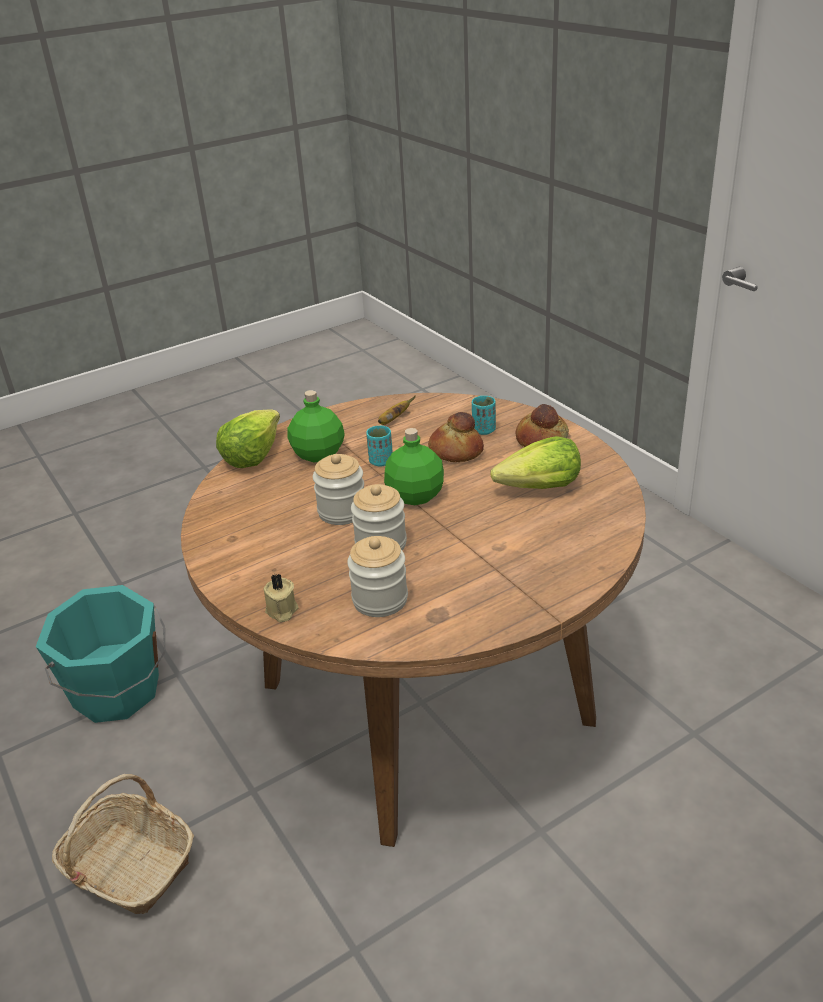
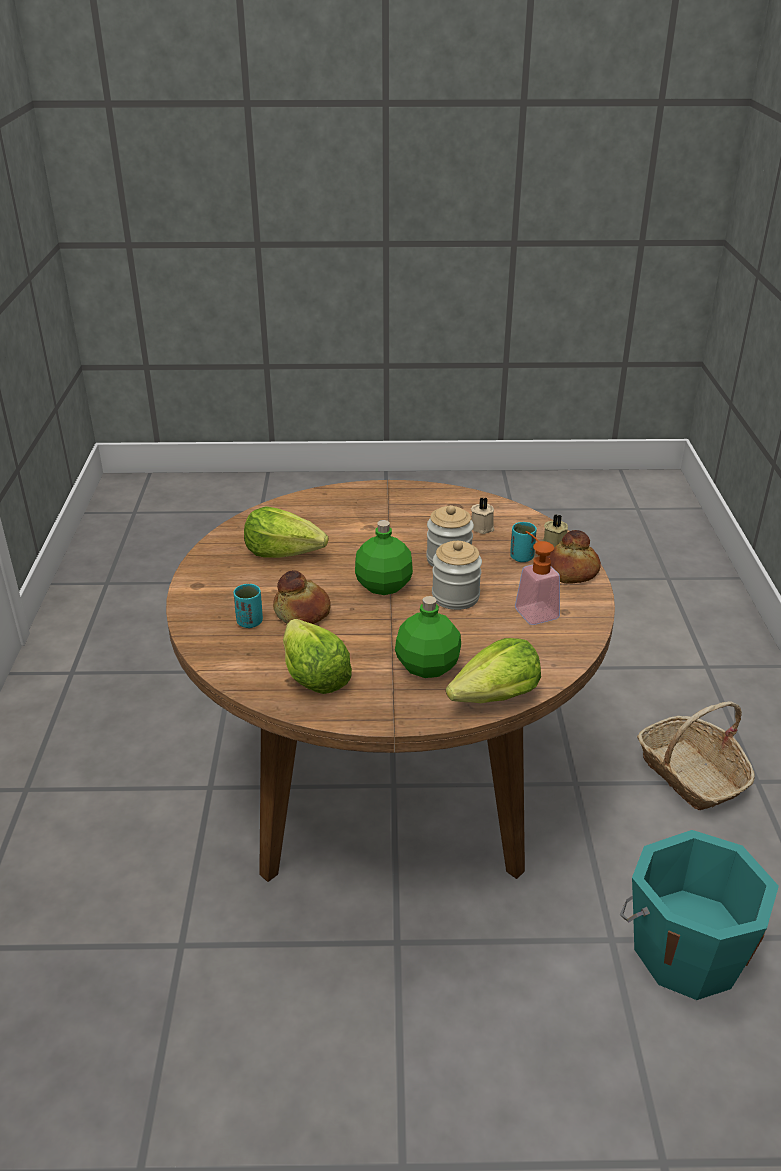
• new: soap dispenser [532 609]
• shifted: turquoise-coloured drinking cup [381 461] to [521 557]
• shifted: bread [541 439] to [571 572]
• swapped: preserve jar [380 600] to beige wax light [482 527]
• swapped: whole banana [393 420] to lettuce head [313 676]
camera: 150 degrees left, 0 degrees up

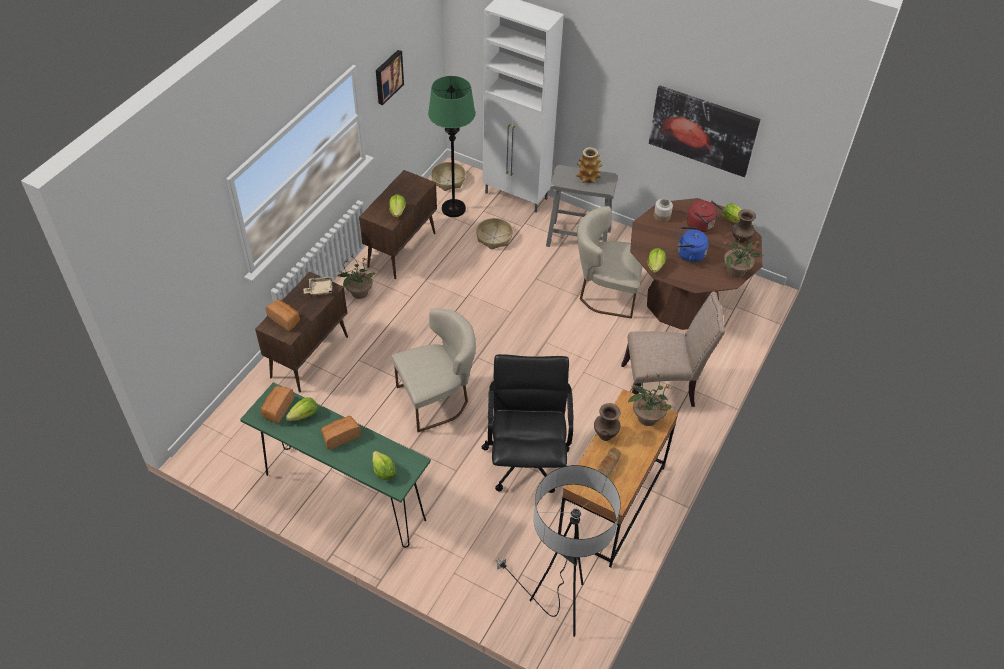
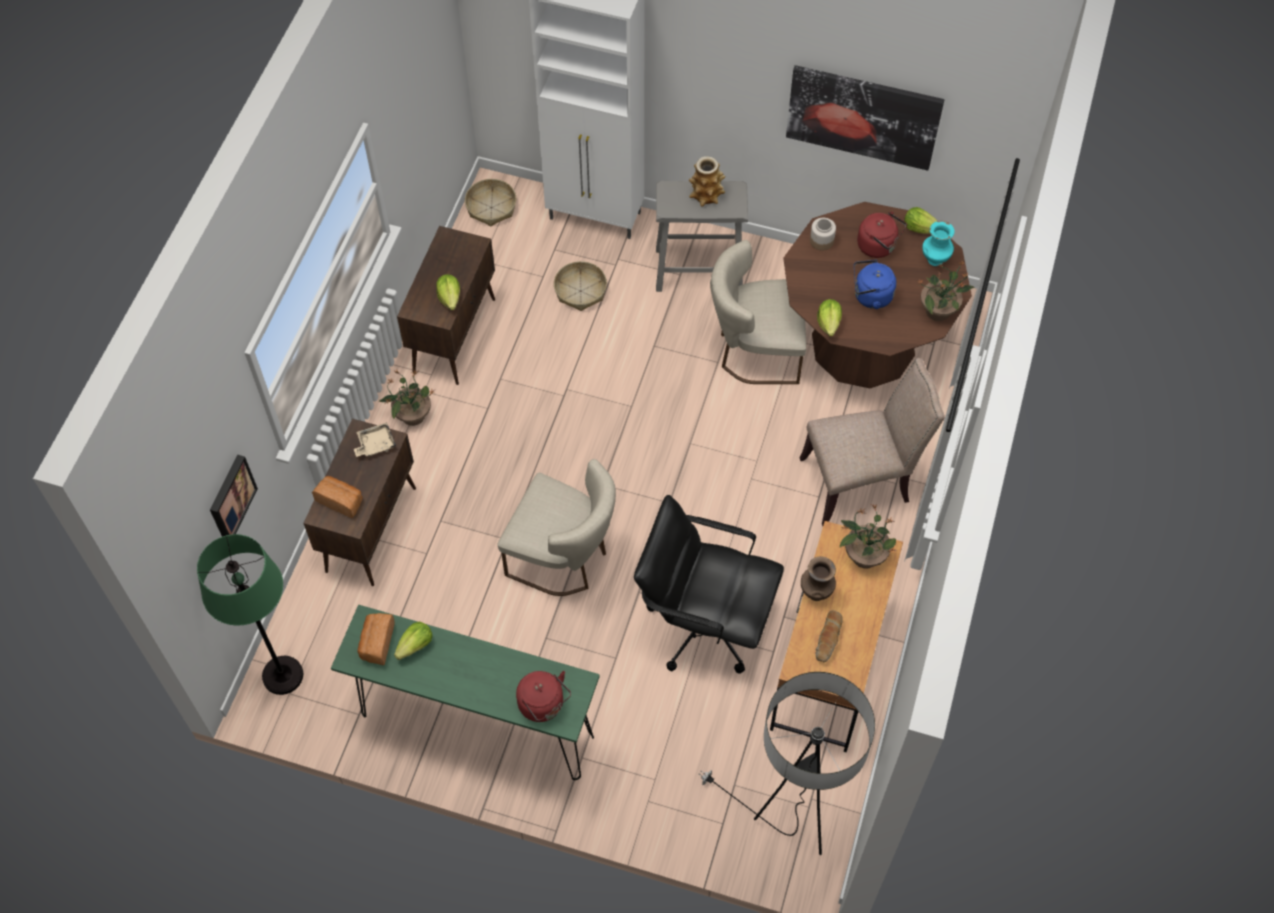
• gone: bread [340 436]
• shifted: picture [388 76] to [230 497]
• shifted: green-coloured standing lamp [453 209] to [282 675]
• swapped: lettuce head [384 472] to red kettle [543 705]
• repainted: brown-coloured decorative vase [740 240] to turquoise-coloured decorative vase [934 260]
• rotated: beige upright chair [437 399] = [564 558] 60 degrees clockwise
• rotated: black office chair [526 459] = [704 623] 60 degrees counterclockwise
camera: 10 degrees left, 10 degrees up

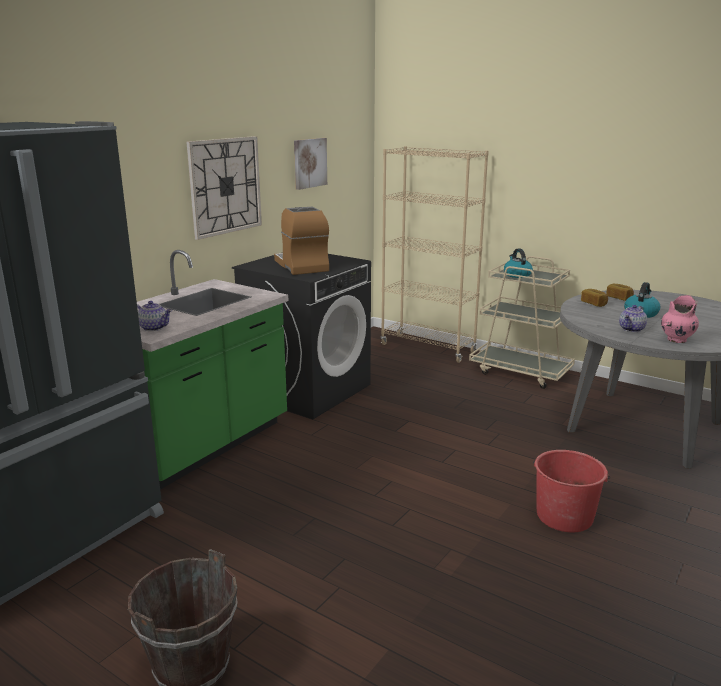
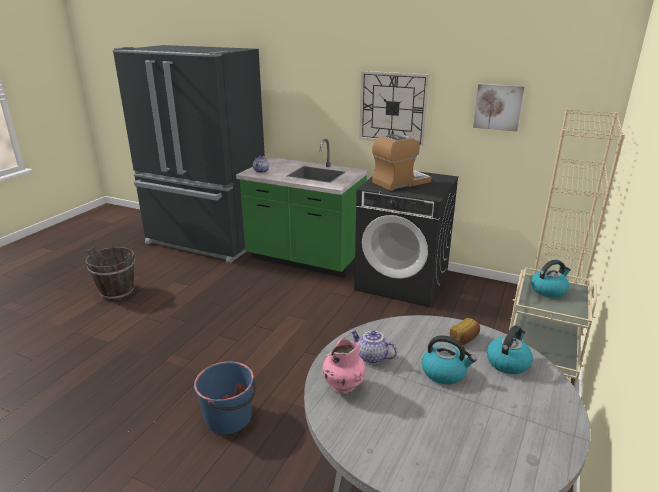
• swapped: bread [619 298] to kettle [507 362]
• repainted: red pail [564 516] to bluish pail [229 417]
camera: 80 degrees right, 5 degrees up

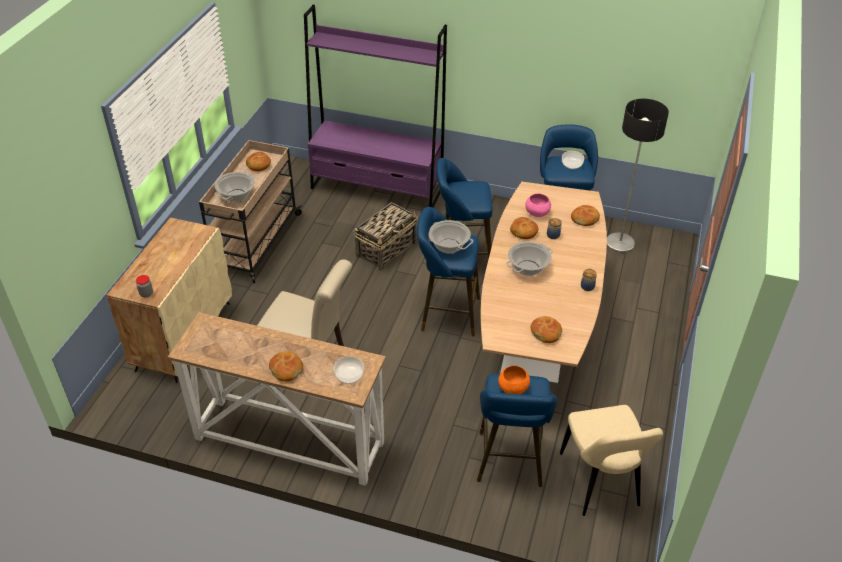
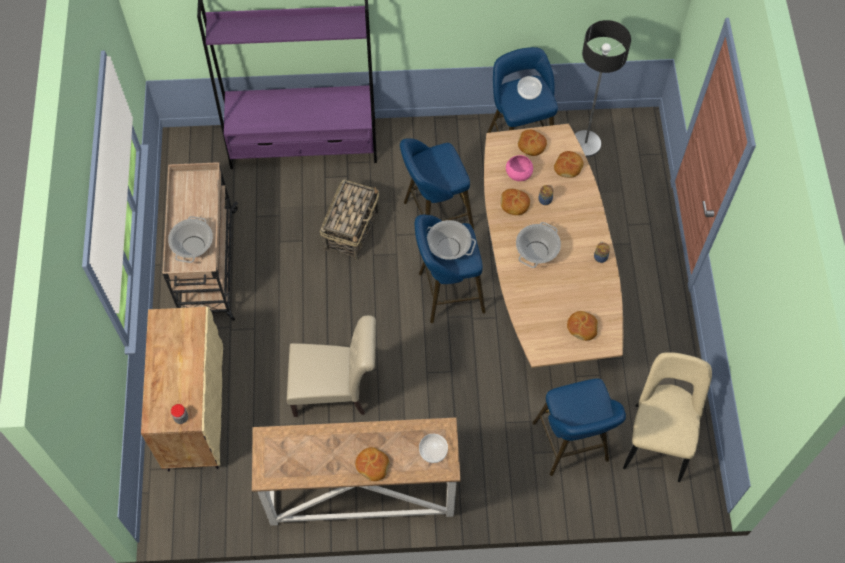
• gone: orange deep dish [512 388]
• shifted: bread [258 165] to [531 145]
• rotated: beige upright chair [600 483] = [657 438] 135 degrees counterclockwise
camera: 20 degrees left, 20 degrees up

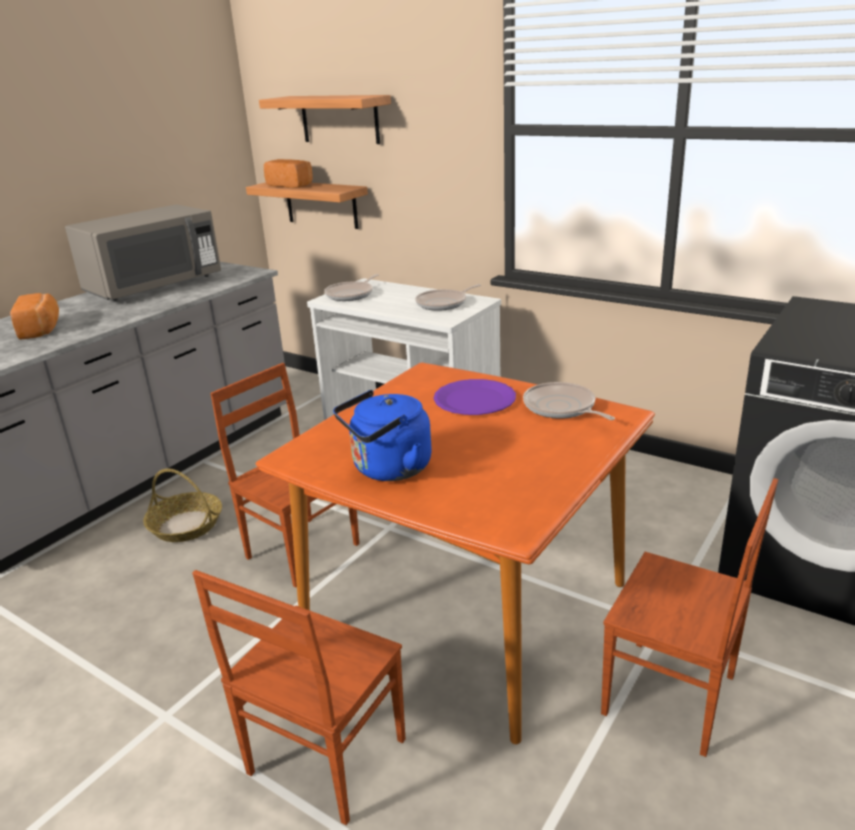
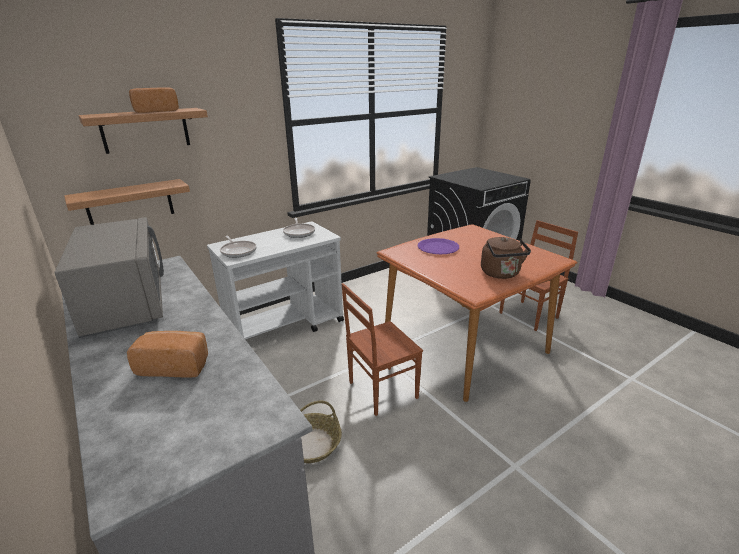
• gone: brown-coloured upright chair [323 757]
• gone: skillet [561 408]
• shifted: bread [291 185] to [155 111]
• repainted: bluish kettle [388 469] to brown-coloured kettle [501 274]
camera: 70 degrees left, 0 degrees up

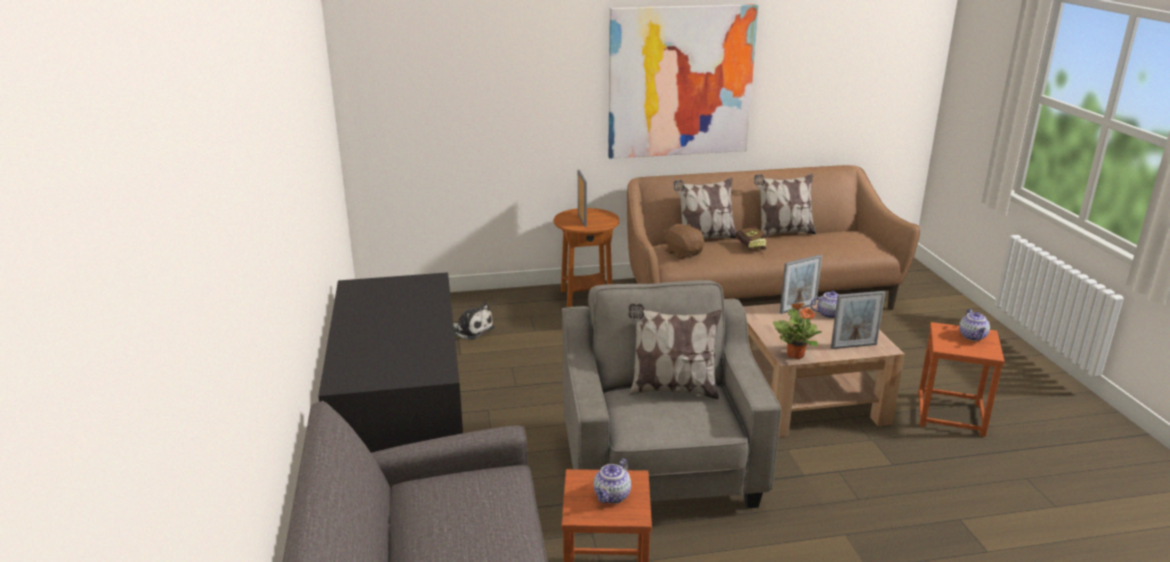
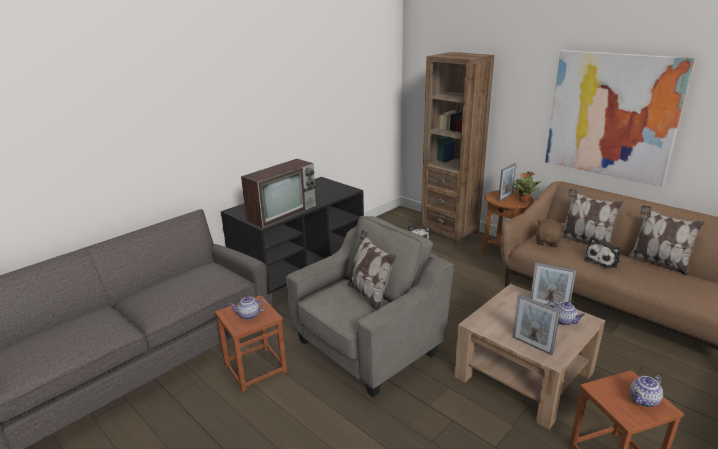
• new: TV set [283 212]
• new: brown-coloured bookcase [449 231]
• shifted: potted plant [795 354] to [524 200]
• swapped: bound book [752 249] to cuddly toy [603 260]
camera: 55 degrees right, 0 degrees up

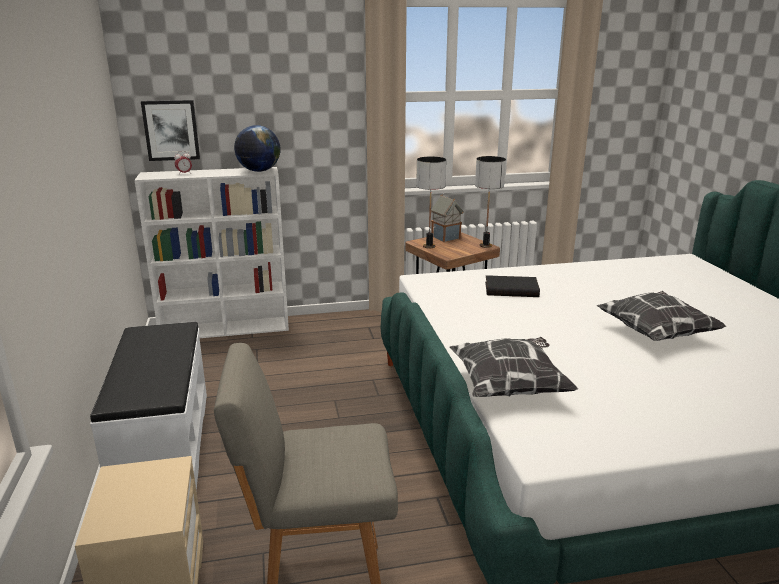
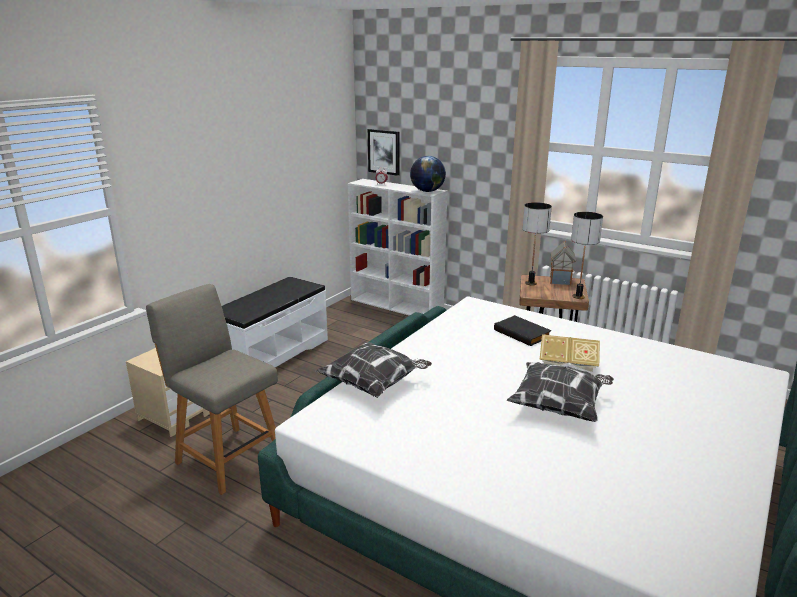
• new: bound book [568 364]
camera: 45 degrees right, 0 degrees up

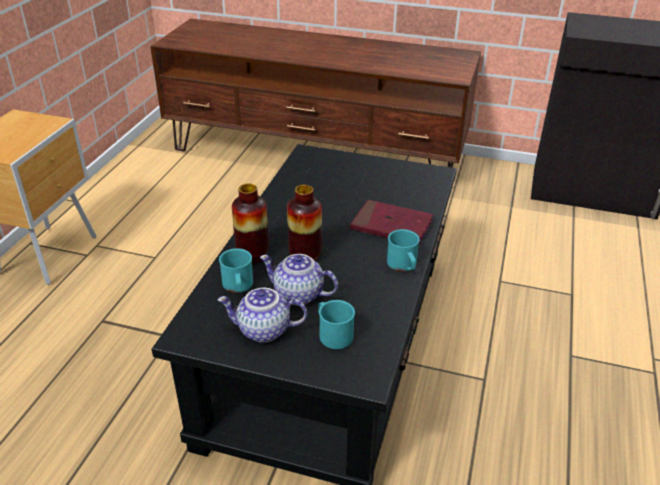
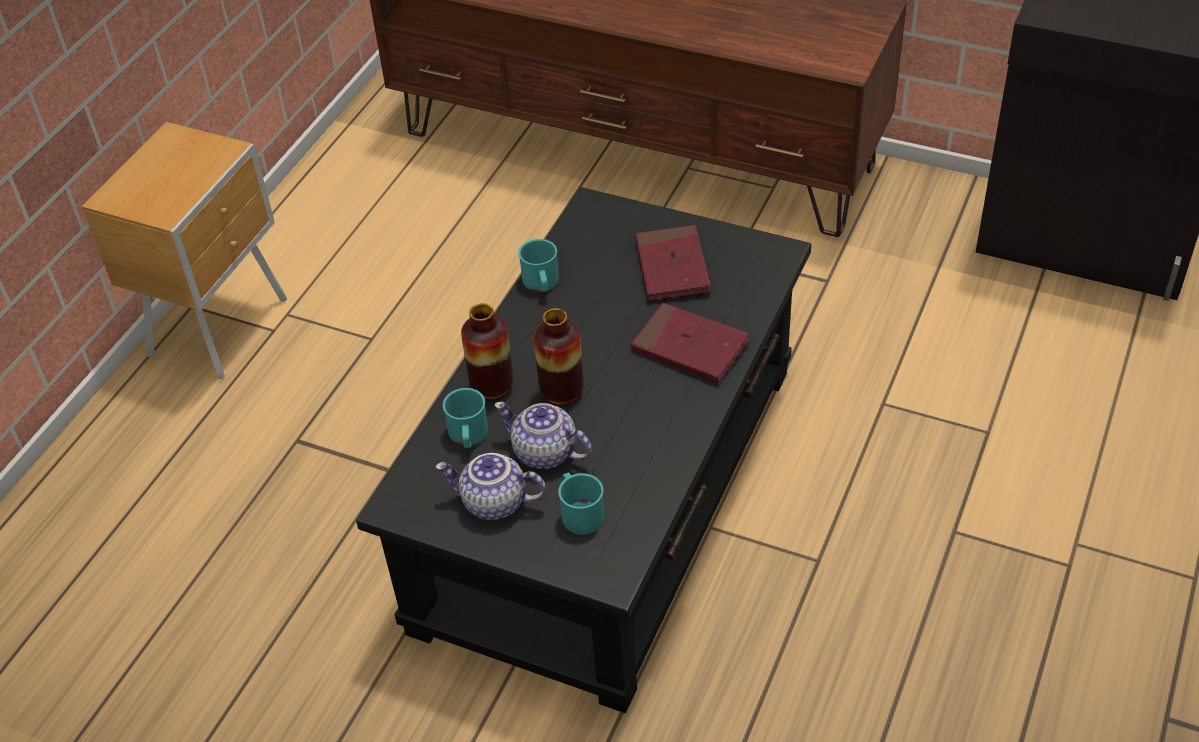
• new: red bound book [672 267]
• shifted: turquoise-coloured mug [403 266] to [541 284]
camera: 10 degrees right, 10 degrees up

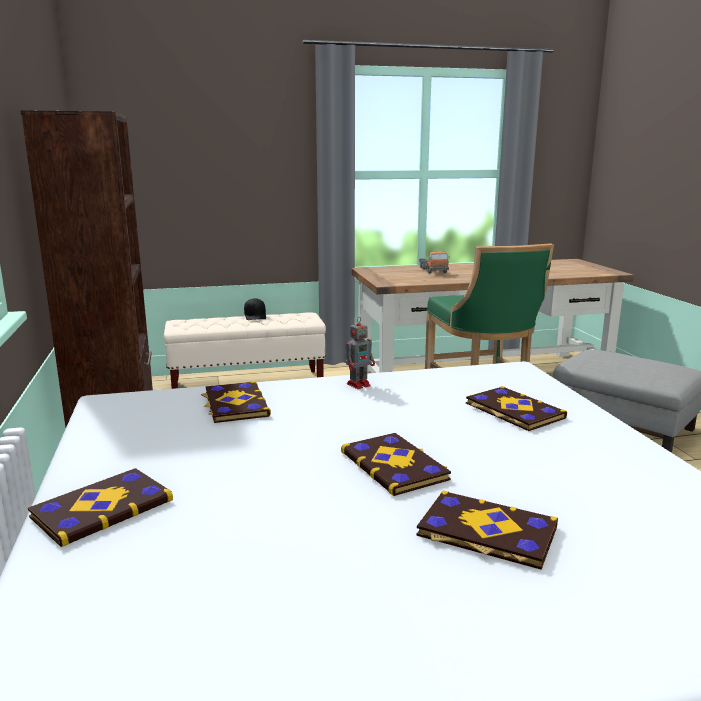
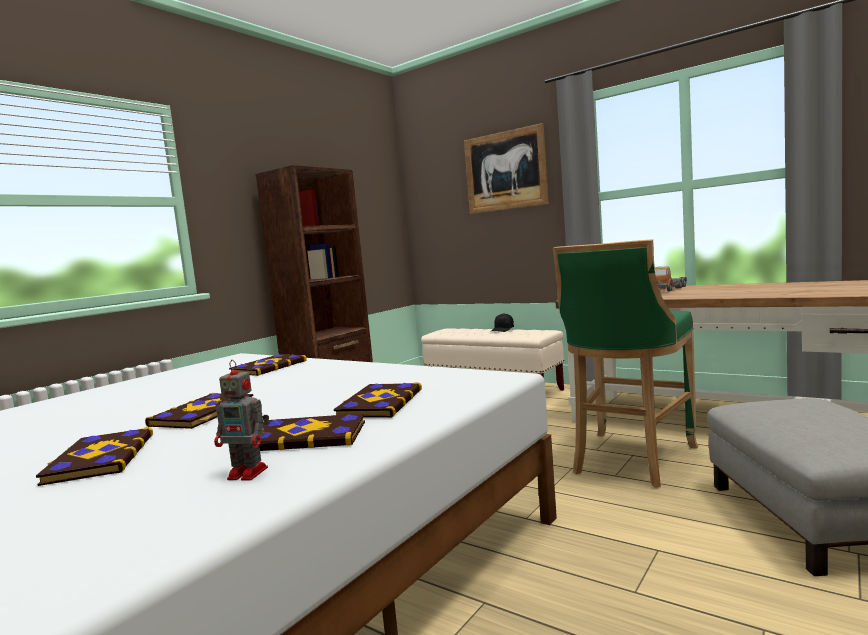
• new: picture [505 171]
• shifted: bound book [102 508] to [307 436]
• shifted: toy robot [359 384] to [249 473]
camera: 50 degrees right, 10 degrees down

